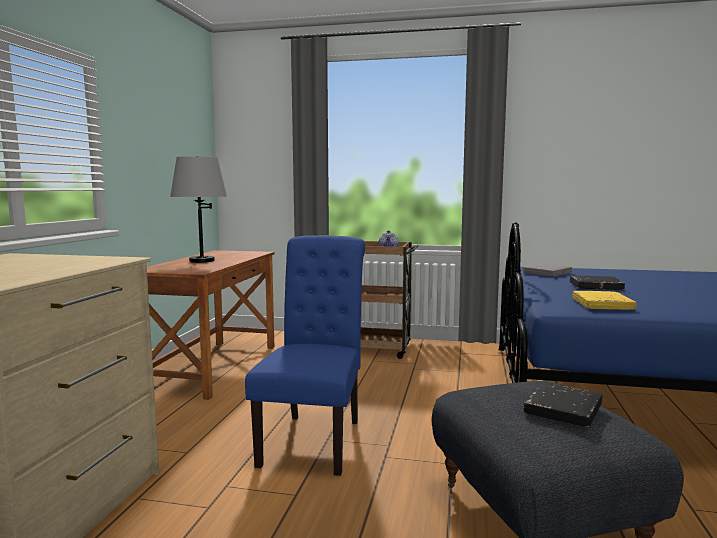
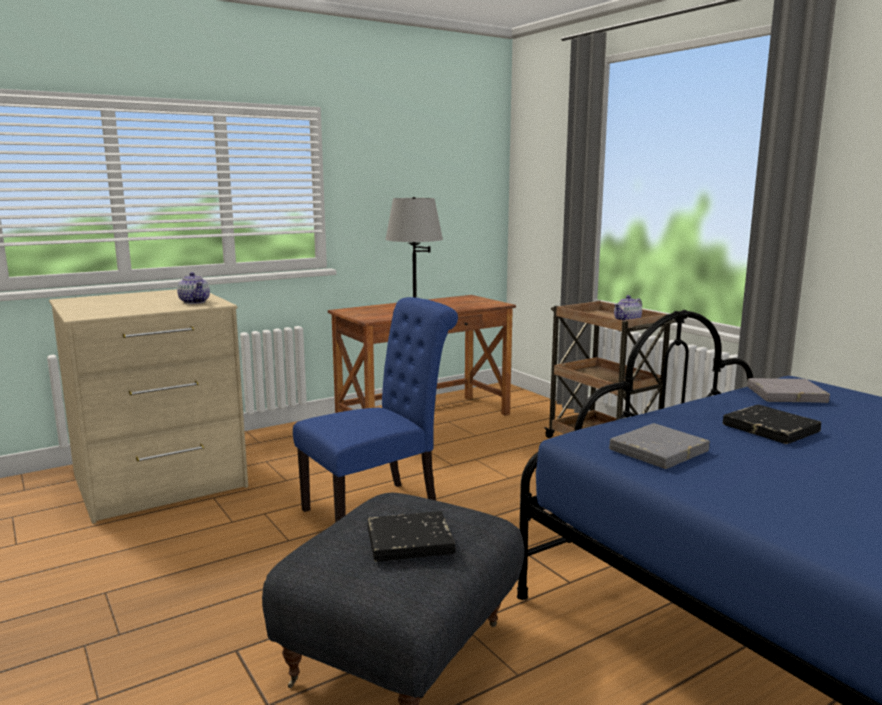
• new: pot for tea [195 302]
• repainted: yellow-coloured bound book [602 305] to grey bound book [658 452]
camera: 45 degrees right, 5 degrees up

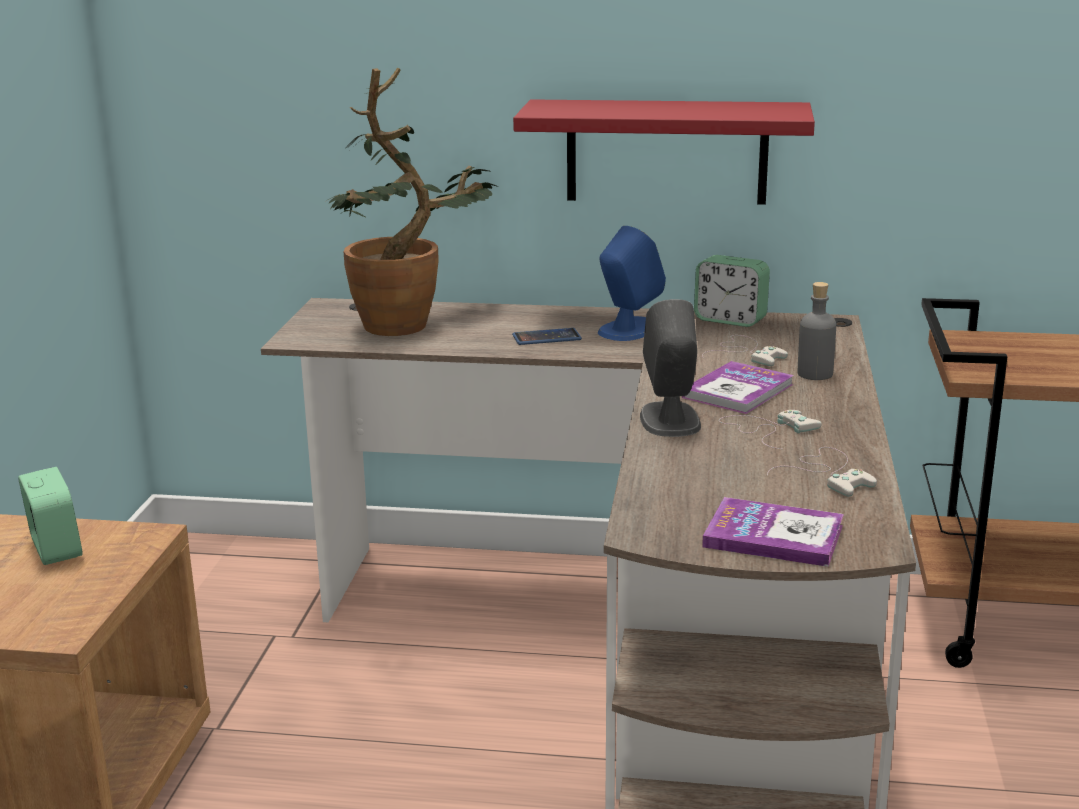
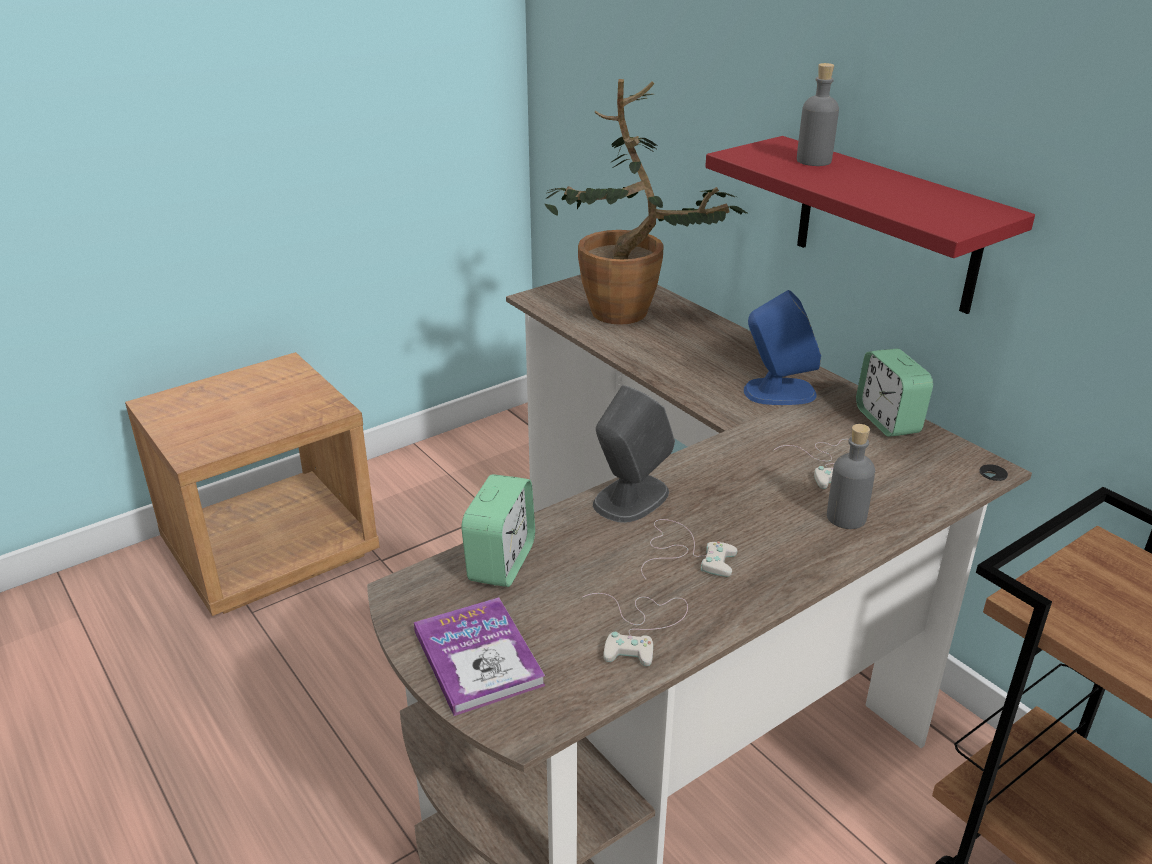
• gone: handset [546 338]
• gone: bound book [738 391]
• new: grey drink bottle [814 161]
• shifted: table clock [55 549] to [501 562]
camera: 45 degrees right, 10 degrees up

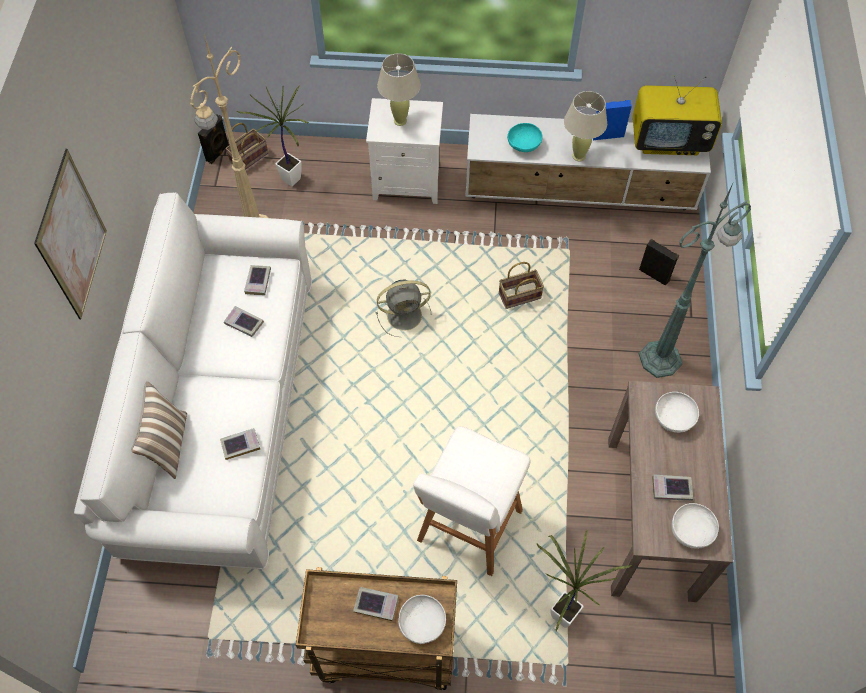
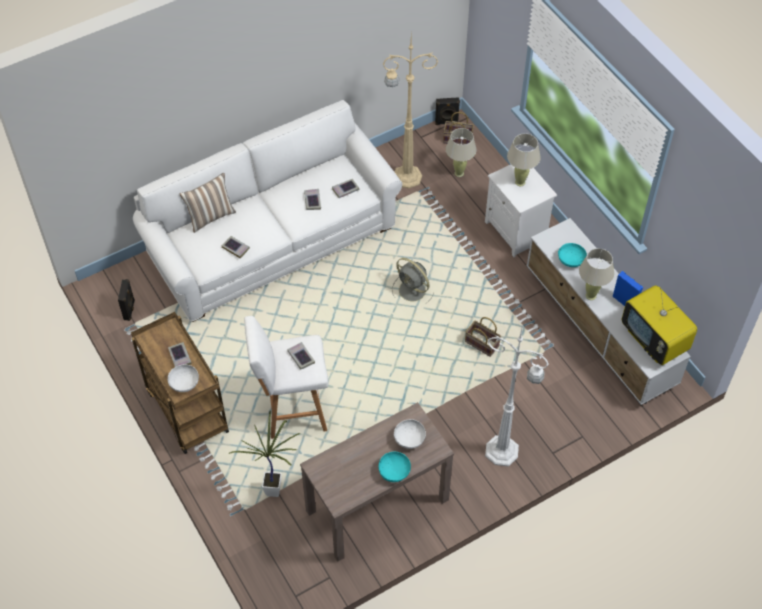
• gone: picture [72 236]
• gone: white deep dish [691 530]
• new: turquoise-coloured deep dish [394 472]
• shifted: black audio speaker [654 274] to [129 310]
• shifted: bound book [671 489] to [301 357]
• swapped: potted plant [292 183] to beige lamp for a table [459 173]
• repainted: green-coloured standing lamp [662 358] to white standing lamp [503 452]
camera: 55 degrees right, 5 degrees down

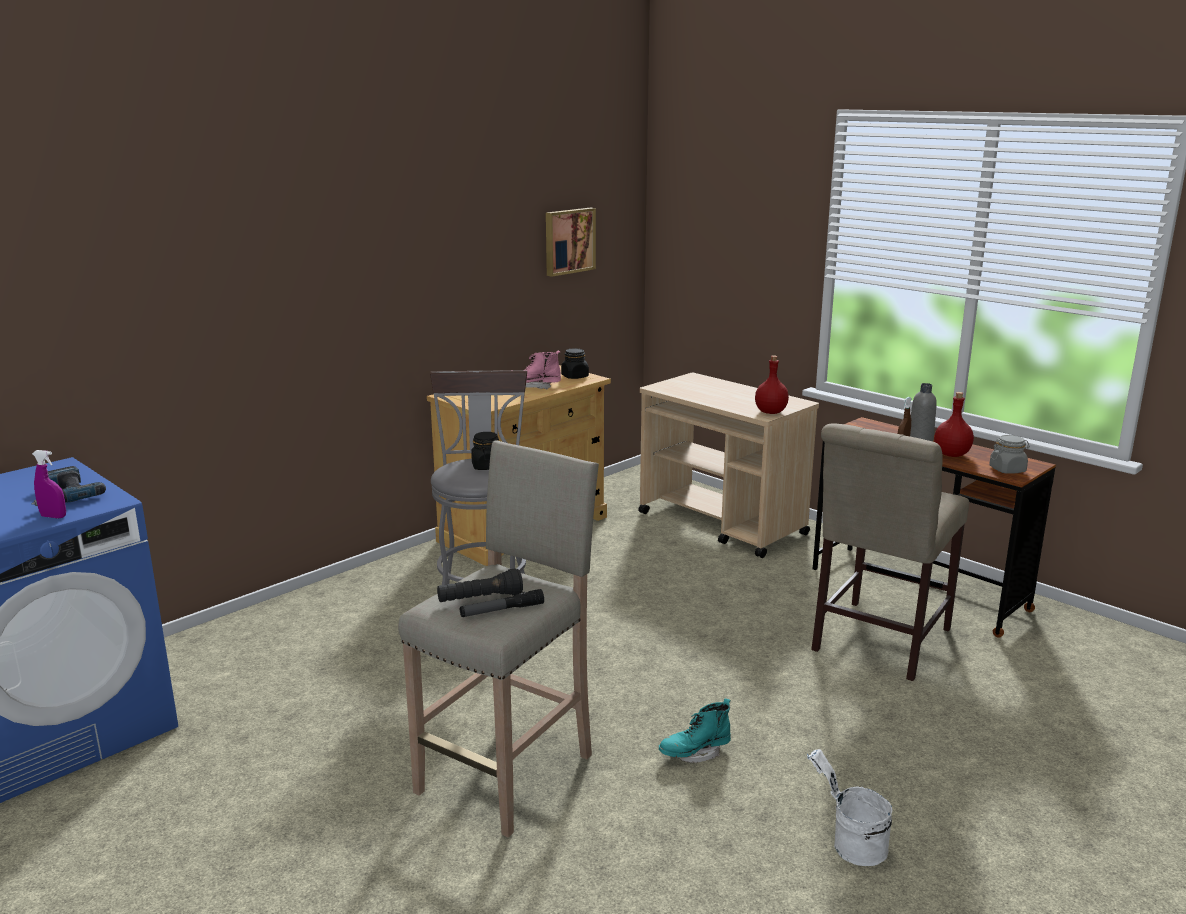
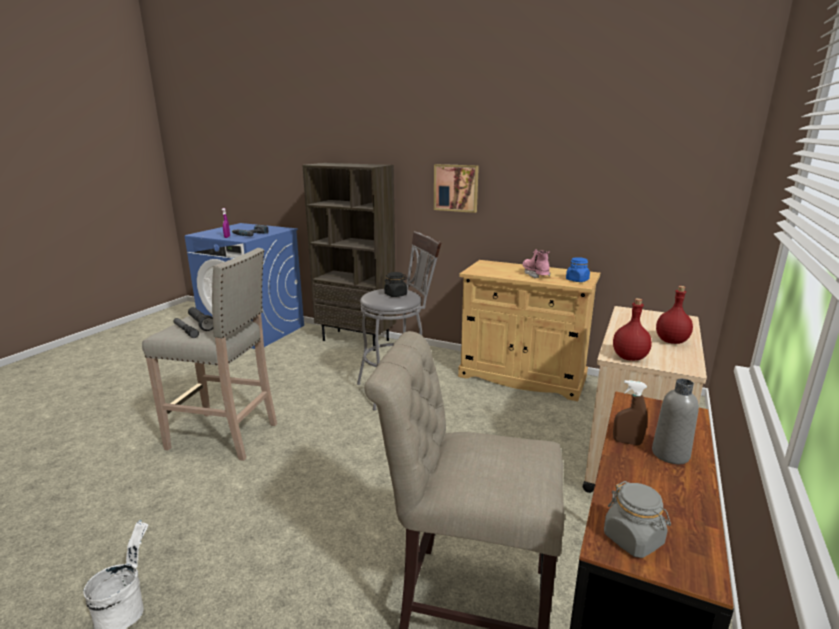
• gone: turquoise-coloured boot [694 753]
• new: brown-coloured bookcase [356 340]
• shifted: picture [568 241] to [456 188]
• shifted: red drink bottle [952 454] to [672 341]
• repainted: black preserve jar [575 376] to bluish preserve jar [577 280]
camera: 70 degrees right, 0 degrees up

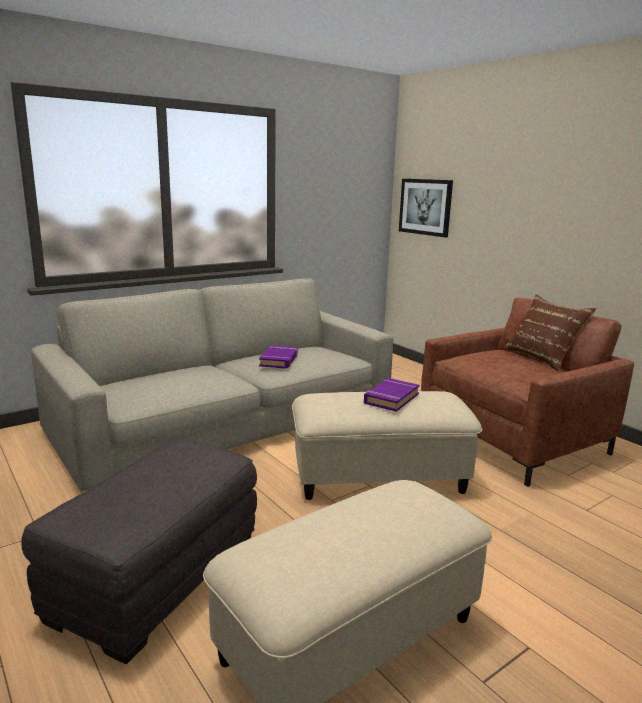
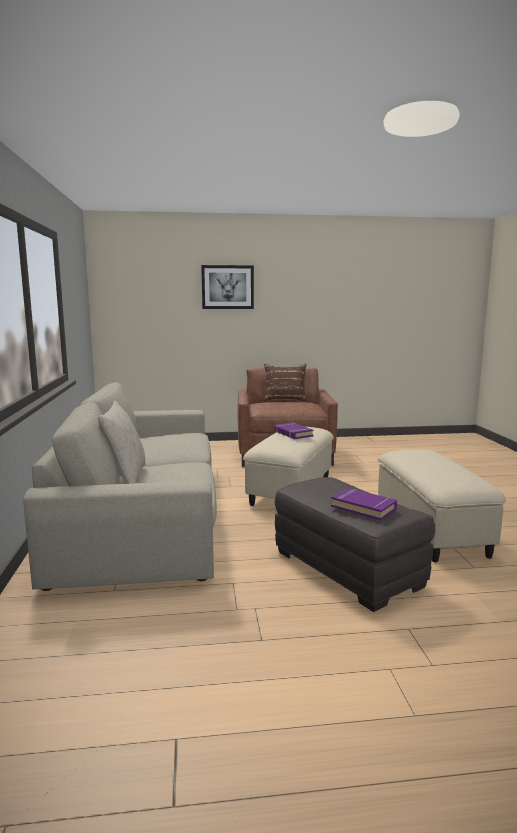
• new: beige cushion [125 477]
• shifted: purple bound book [279 360] to [363 508]
• shifted: picture [425 207] to [227 287]
camera: 60 degrees left, 5 degrees down

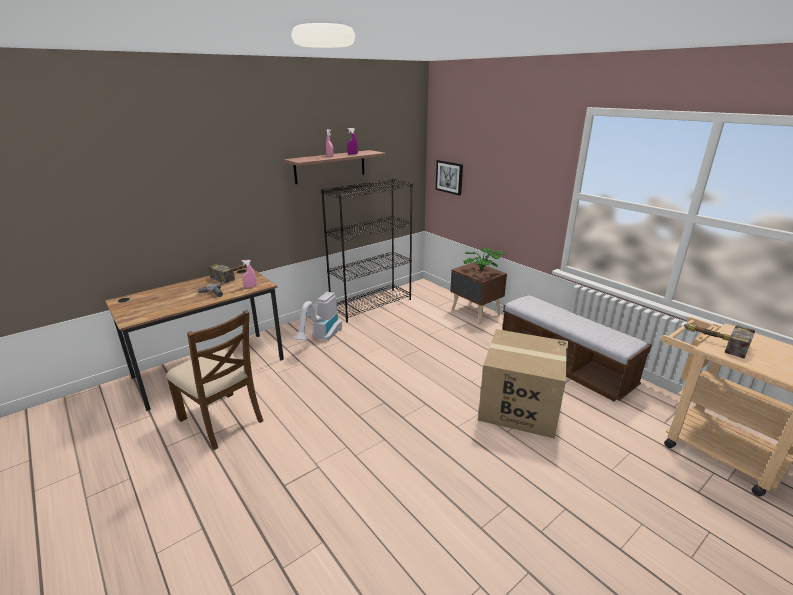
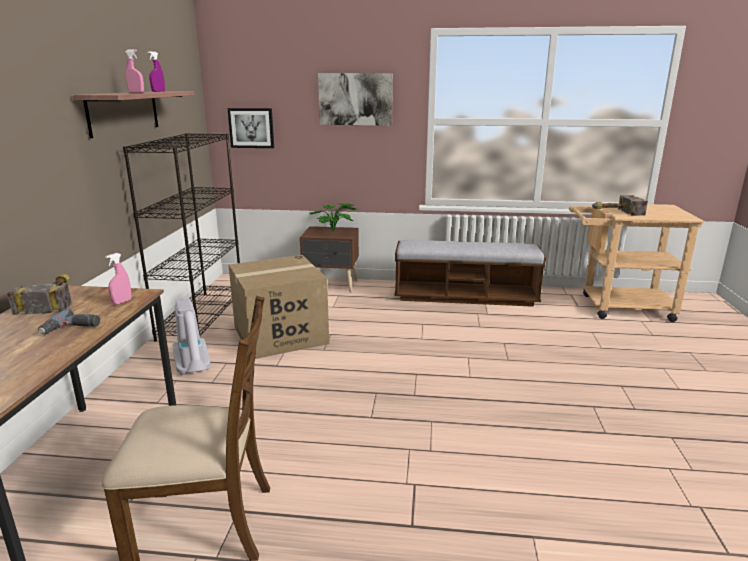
• new: picture [355 99]
• shifted: packing box [519 406] to [280 335]
camera: 45 degrees left, 5 degrees down

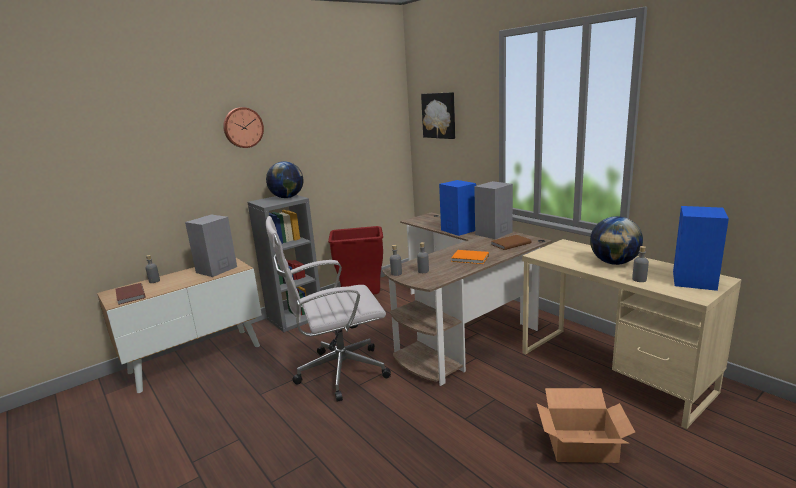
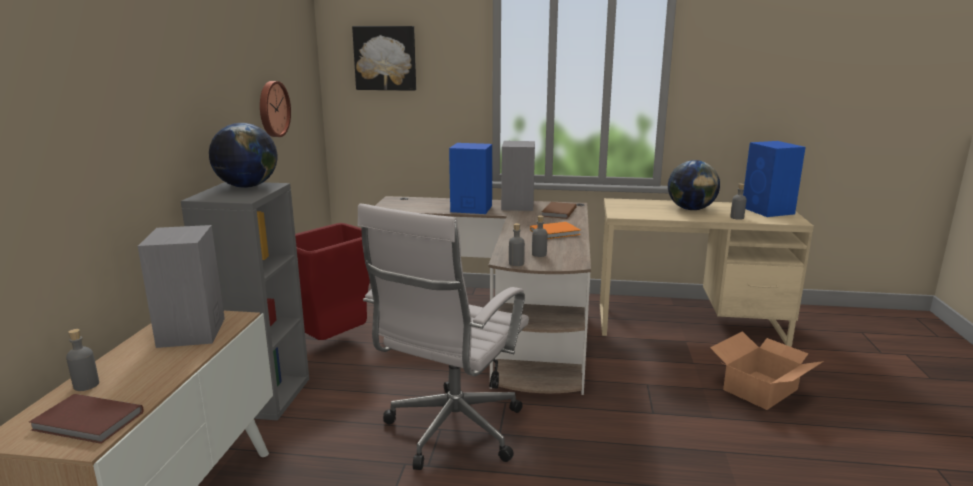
• shifted: hanging clock [243 127] to [272 109]
camera: 45 degrees left, 0 degrees up

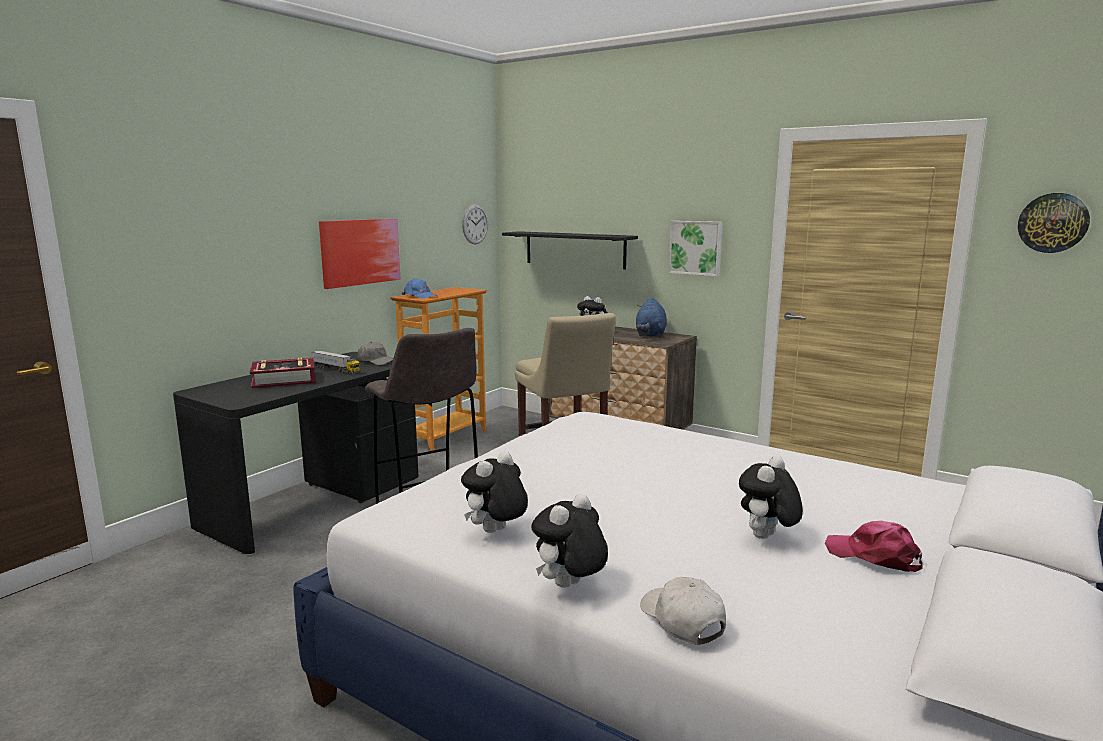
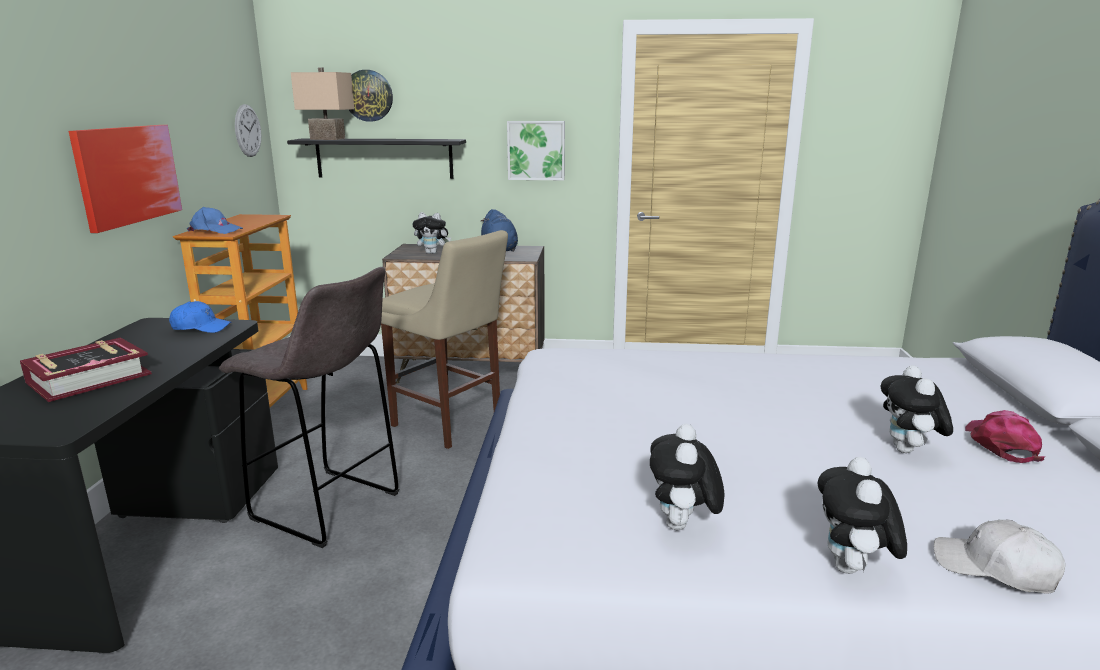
• gone: model truck [336 370]
• new: beige lamp for a table [326 139]
• shifted: hanging clock [1052 223] to [368 95]
• repainted: grey peaked cap [376 361] to bluish peaked cap [201 327]
• rotated: pink peaked cap [874 556] = [1001 444] 90 degrees clockwise
camera: 30 degrees left, 5 degrees up

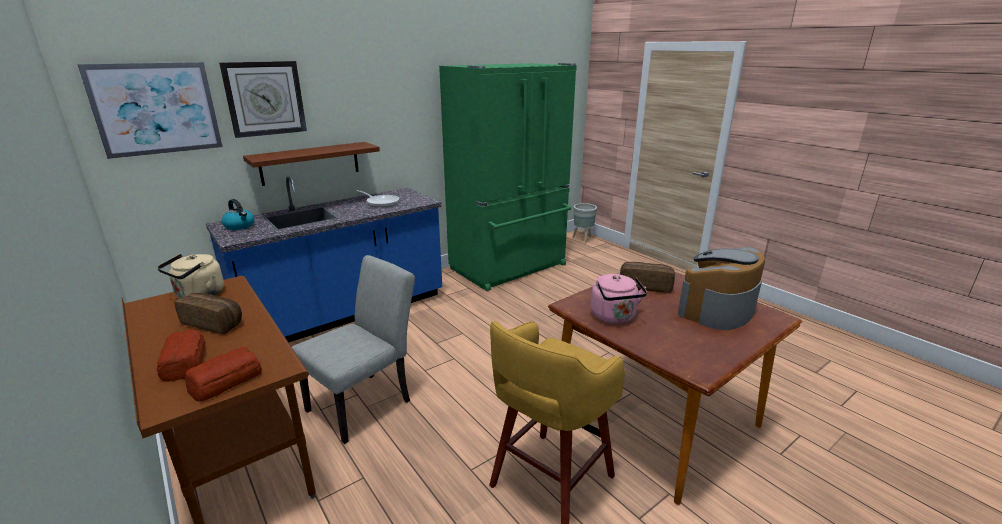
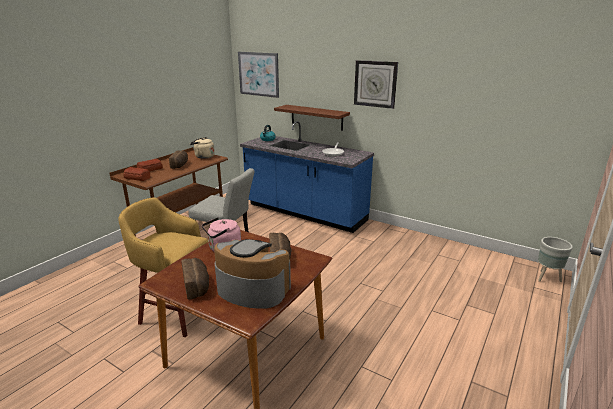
• gone: green-coloured kitchen fridge [510 267]
• new: bread [197 286]
• shifted: hanging clock [265 98] to [375 84]
camera: 70 degrees right, 0 degrees up

